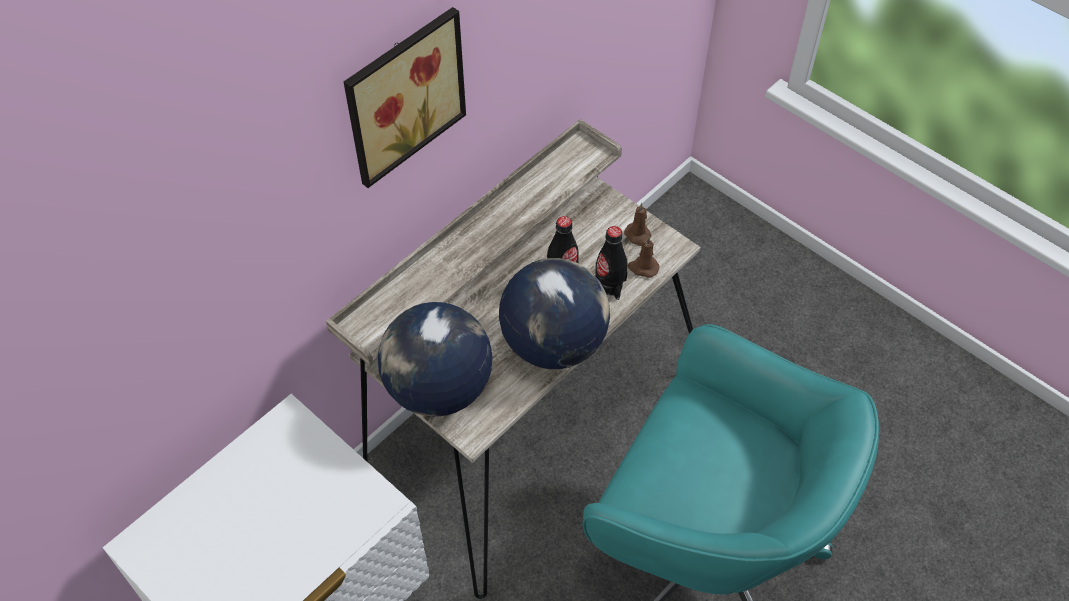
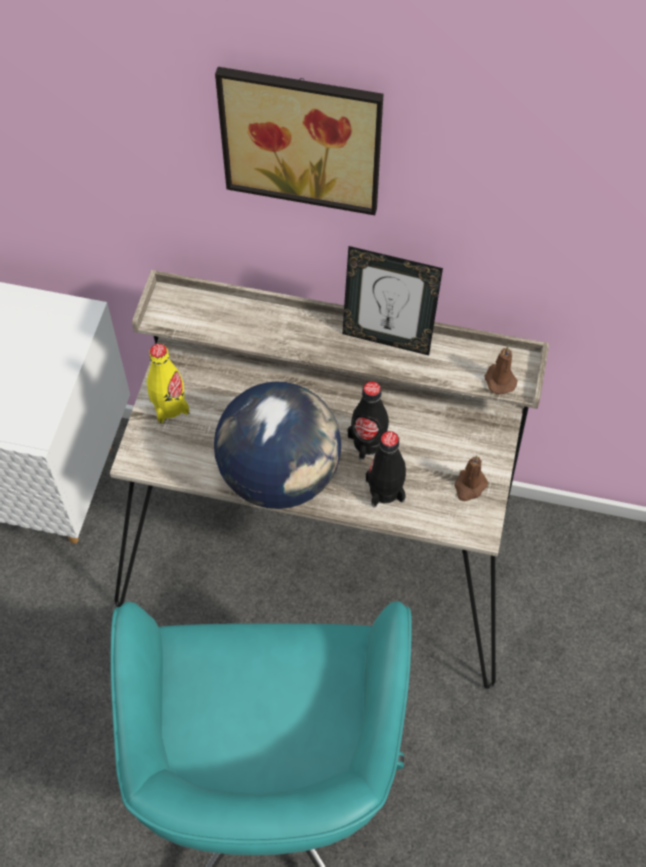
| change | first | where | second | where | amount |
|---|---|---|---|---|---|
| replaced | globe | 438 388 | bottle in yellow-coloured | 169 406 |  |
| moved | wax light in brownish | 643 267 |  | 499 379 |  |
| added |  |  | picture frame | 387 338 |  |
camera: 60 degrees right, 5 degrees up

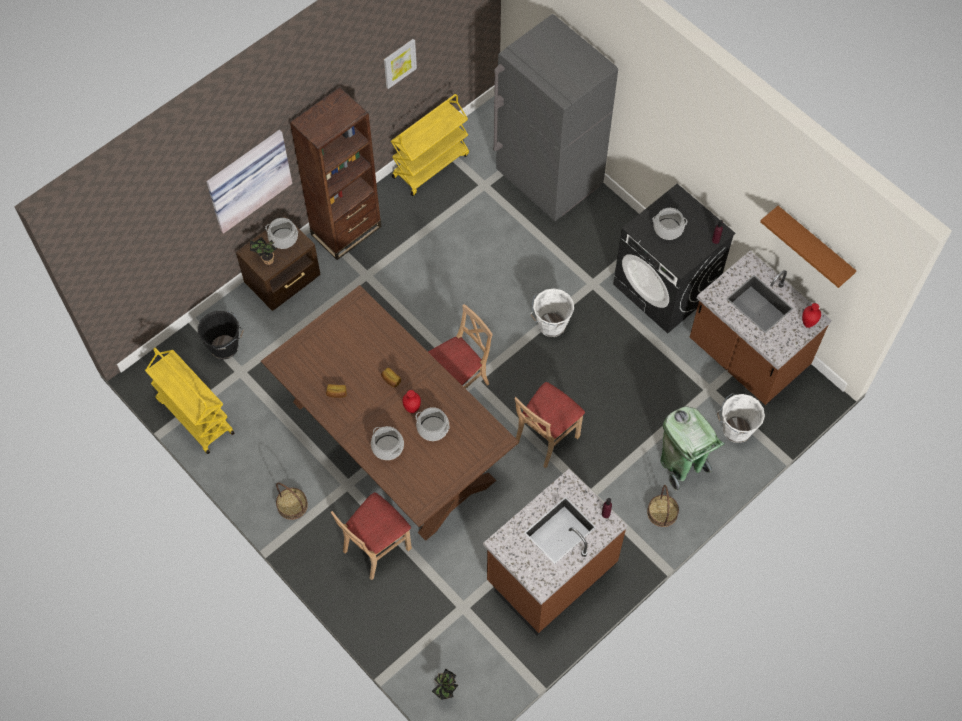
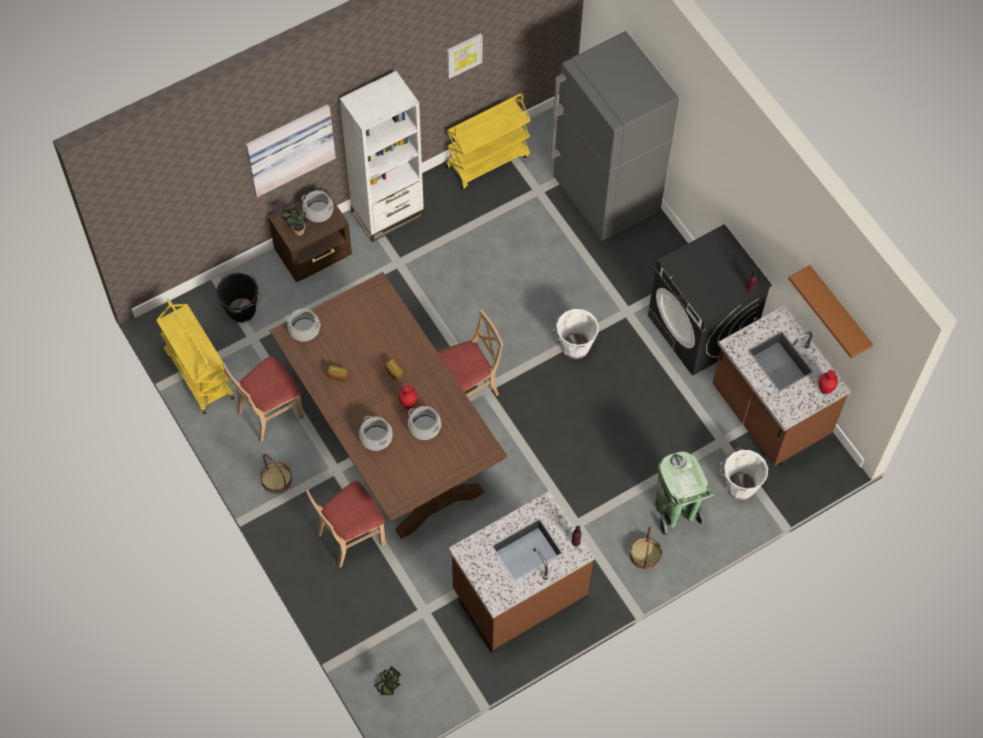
| change | first | where | second | where | amount |
|---|---|---|---|---|---|
| recoloured | bookshelf in brownish | 346 230 | bookshelf in white | 387 213 |  |
| moved | plain chair in beige-coloured | 546 438 |  | 269 413 |  |
| moved | stockpot | 668 229 |  | 304 329 |  |
camera: 10 degrees right, 0 degrees up

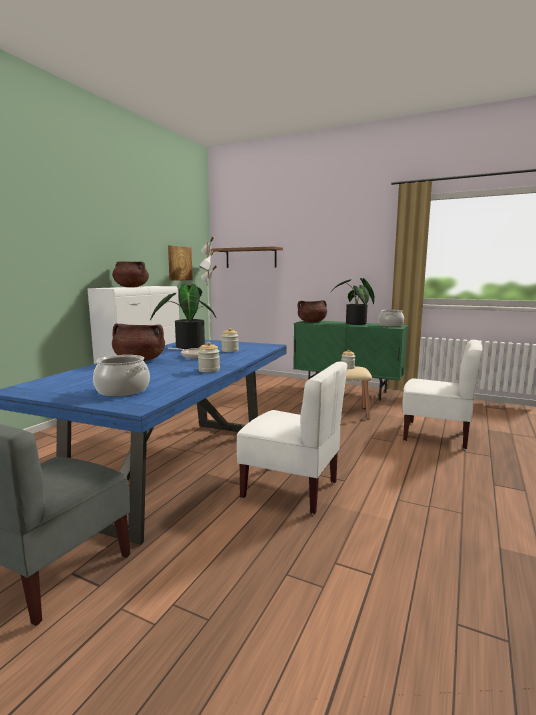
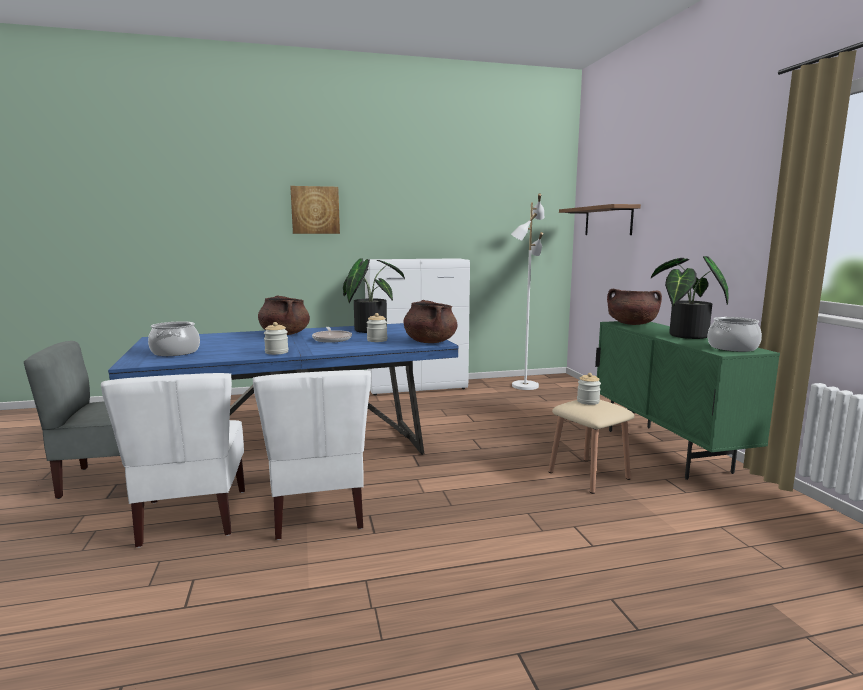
| change | first | where | second | where | amount |
|---|---|---|---|---|---|
| moved | stockpot in brownish | 131 287 |  | 430 342 |  |
| moved | wall picture | 179 263 |  | 315 210 |  |
| moved | plain chair in white | 436 435 |  | 192 517 |  |
camera: 50 degrees right, 0 degrees up

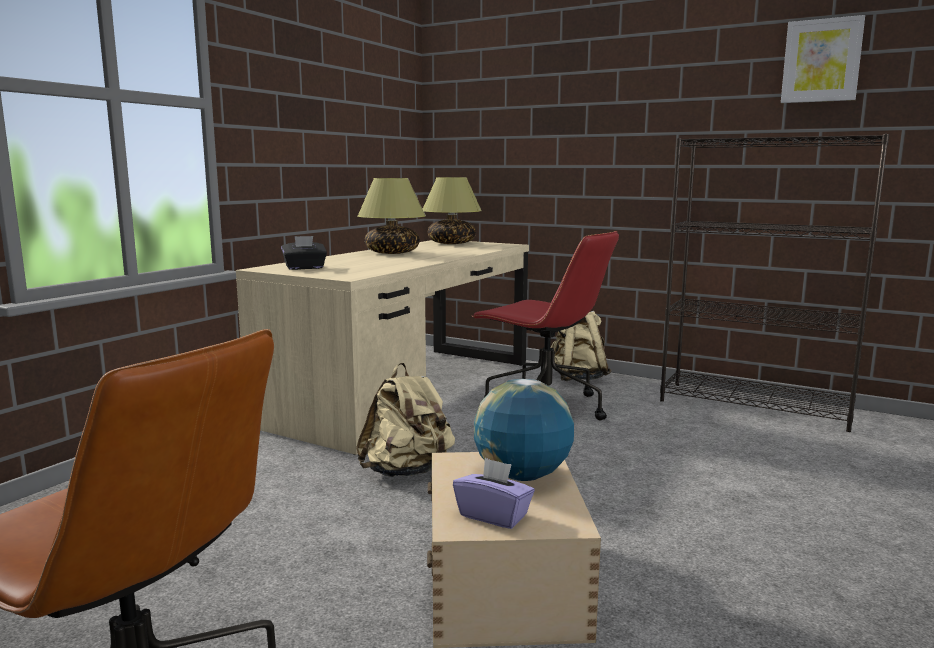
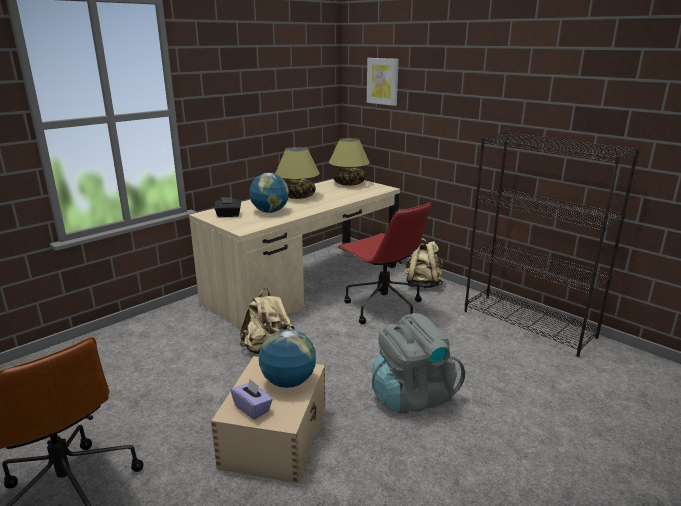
| change | first | where | second | where | amount |
|---|---|---|---|---|---|
| moved | wall picture | 821 61 |  | 383 81 |  |
| added |  |  | globe | 270 211 |  |
| added |  |  | knapsack in grey | 412 396 |  |
camera: 15 degrees right, 10 degrees up

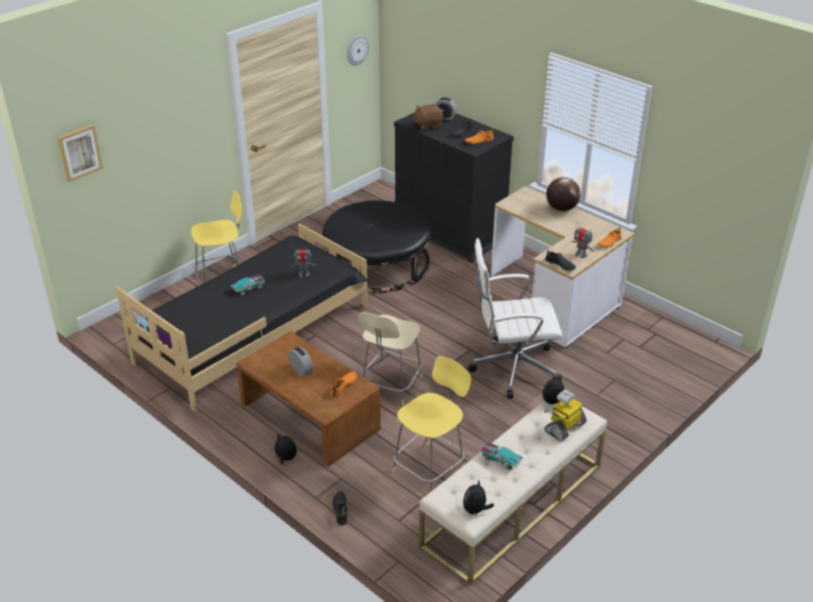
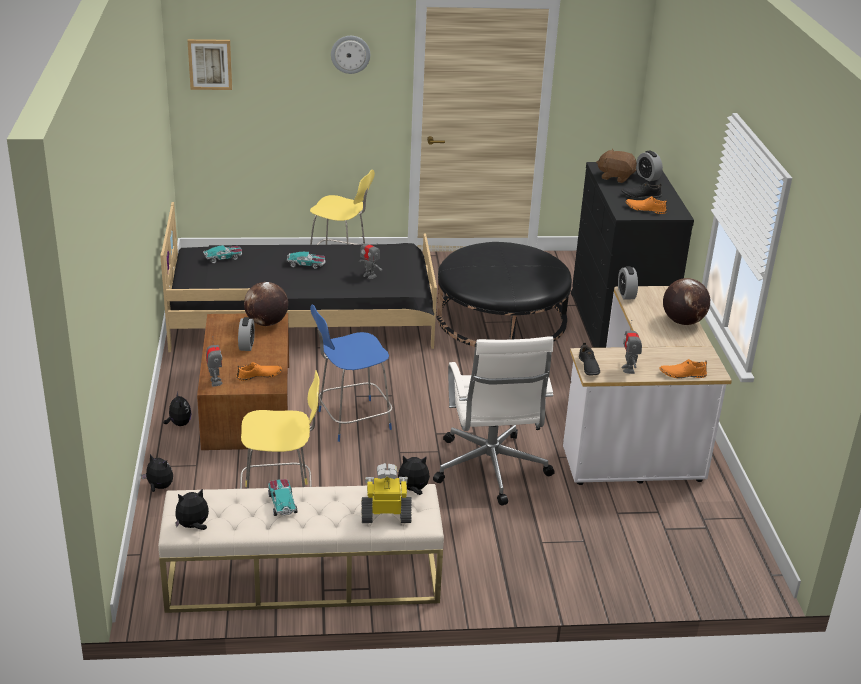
| change | first | where | second | where | amount |
|---|---|---|---|---|---|
| replaced | item of footwear in blackish | 341 510 | cuddly toy | 159 487 |  |
| moved | clock on the wall | 357 49 |  | 350 54 |  |
| recoloured | sitting stool in beige-coloured | 390 386 | sitting stool in blue | 351 420 |  |
| turned | computer chair in white | 512 368 |  | 490 470 | 135 degrees counterclockwise |
| added |  |  | toy car | 223 258 |  |
| added |  |  | robot figure | 215 382 |  |
| added |  |  | globe | 266 323 |  |
| added |  |  | bedside clock | 626 294 |  |
camera: 40 degrees right, 5 degrees down

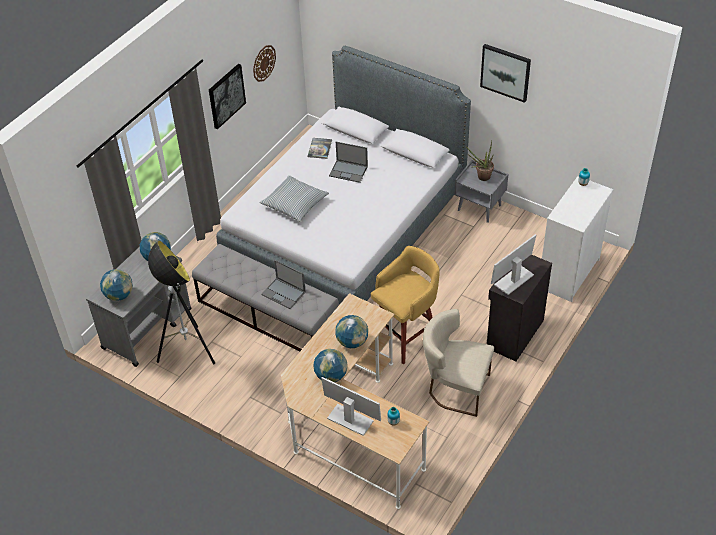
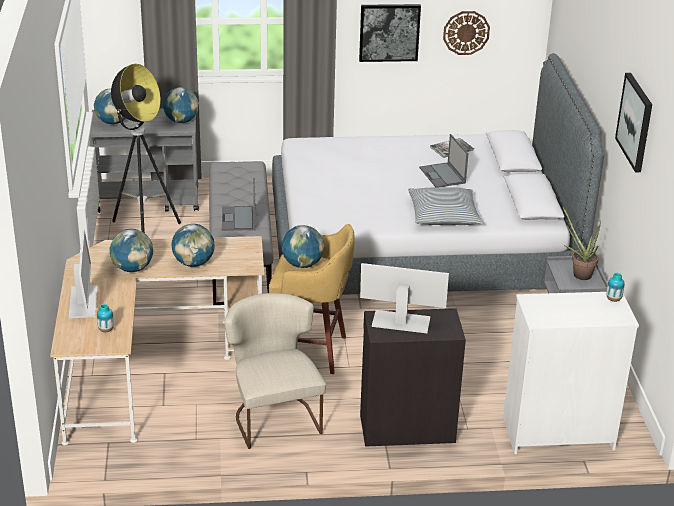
| change | first | where | second | where | amount |
|---|---|---|---|---|---|
| moved | pillow | 294 203 |  | 443 215 |  |
| added |  |  | globe | 302 264 |  |
camera: 50 degrees right, 15 degrees down

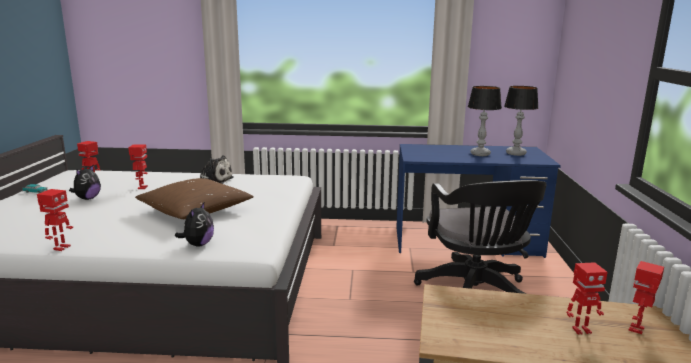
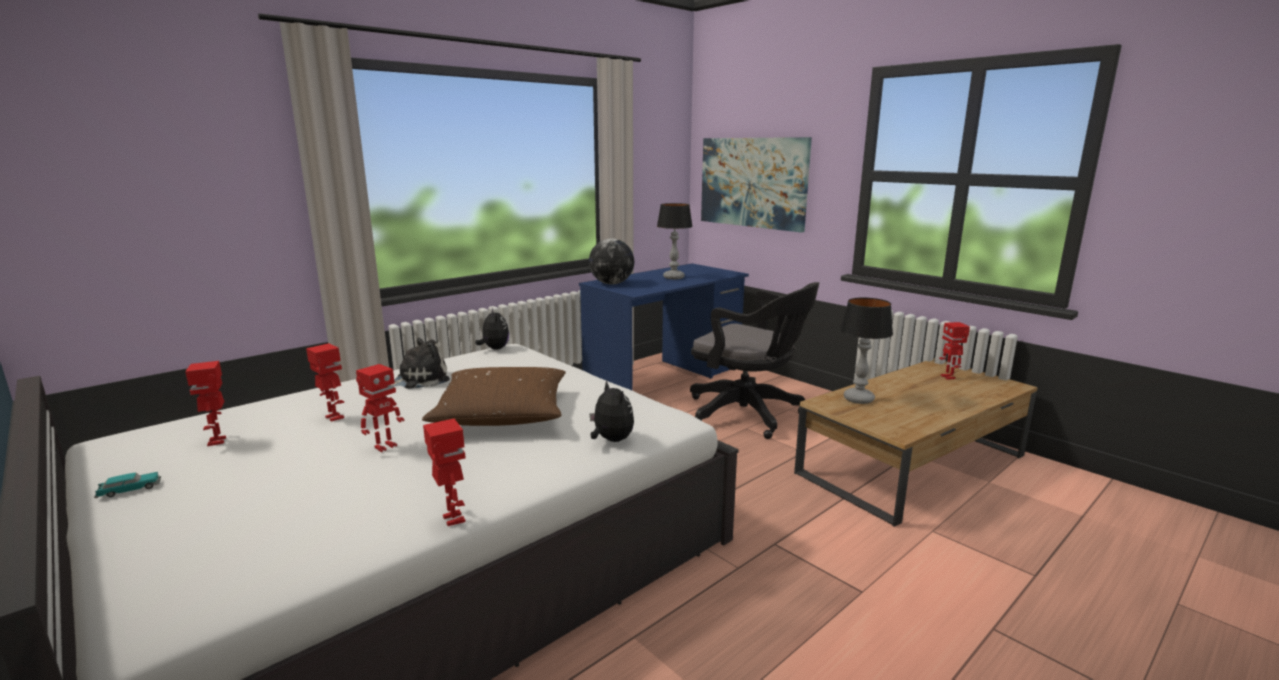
| change | first | where | second | where | amount |
|---|---|---|---|---|---|
| moved | cuddly toy | 87 198 |  | 494 349 |  |
| moved | table lamp | 516 153 |  | 859 399 |  |
| moved | robot figure | 581 330 |  | 384 446 |  |
| added |  |  | globe | 611 284 |  |
| added |  |  | wall picture | 753 182 |  |
camera: 45 degrees left, 0 degrees up

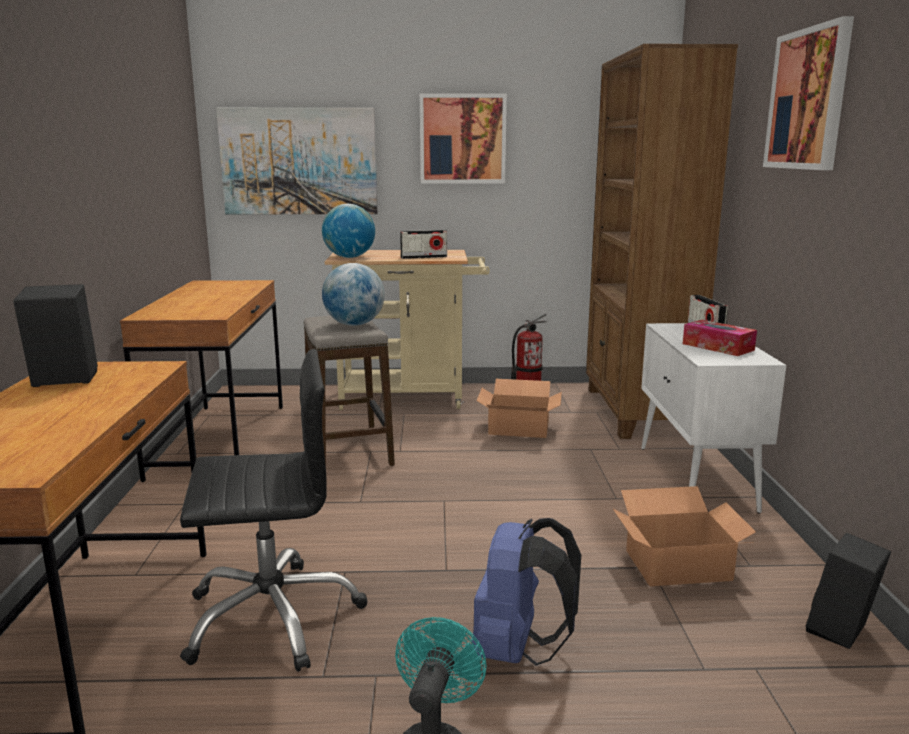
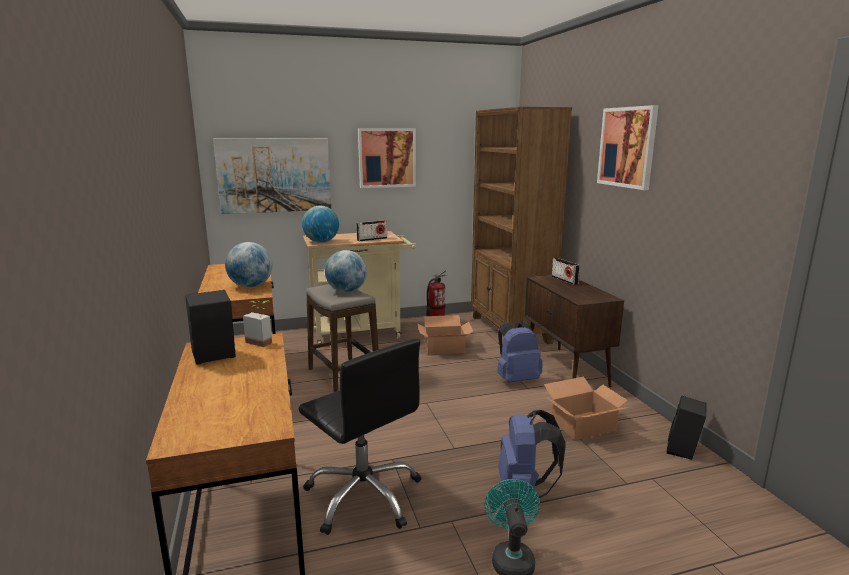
| change | first | where | second | where | amount |
|---|---|---|---|---|---|
| turned | computer chair in blackish | 272 616 |  | 364 496 | 75 degrees clockwise |
| recoloured | cupboard in white | 696 478 | cupboard in brownish | 566 369 |  |
| removed | box of tissues | 718 347 |  |  |  |
| added |  |  | globe | 251 286 |  |
| added |  |  | houseplant | 262 341 |  |
| added |  |  | knapsack in blue | 516 379 |  |
camera: 15 degrees left, 0 degrees up

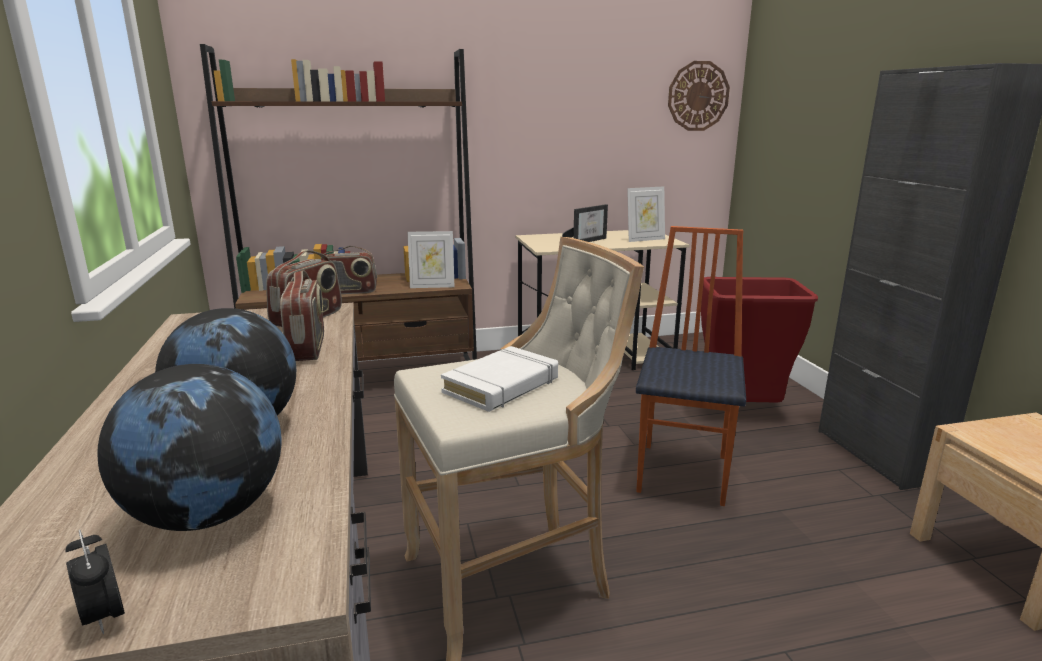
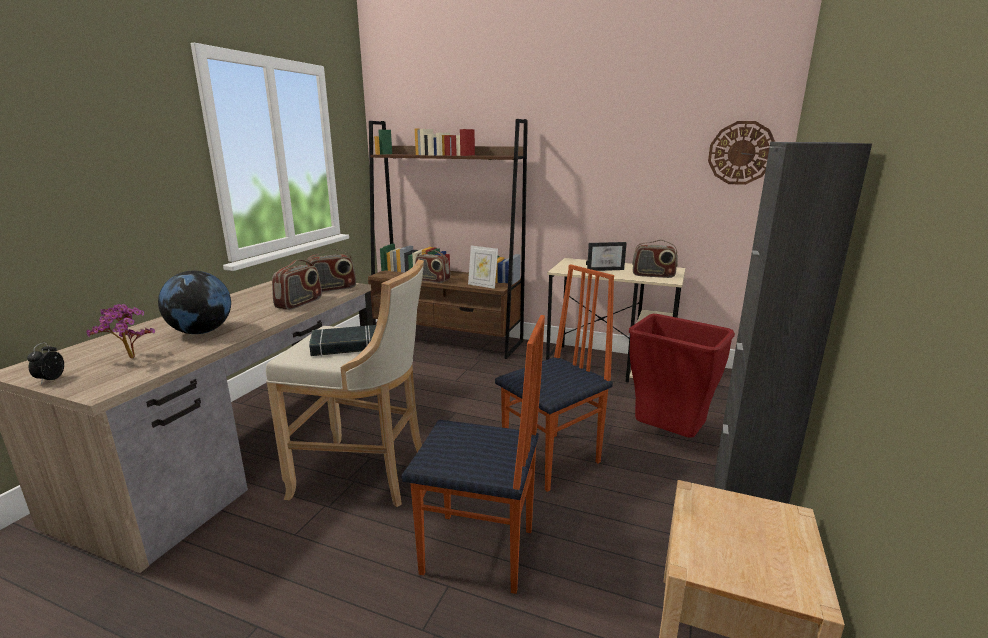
| change | first | where | second | where | amount |
|---|---|---|---|---|---|
| replaced | globe | 208 514 | houseplant | 130 359 |  |
| recoloured | bound book in white | 502 386 | bound book in blackish | 345 346 |  |
| replaced | picture frame | 644 239 | radio receiver | 653 275 |  |
| added |  |  | plain chair | 478 553 |  |
camera: 35 degrees right, 0 degrees up

